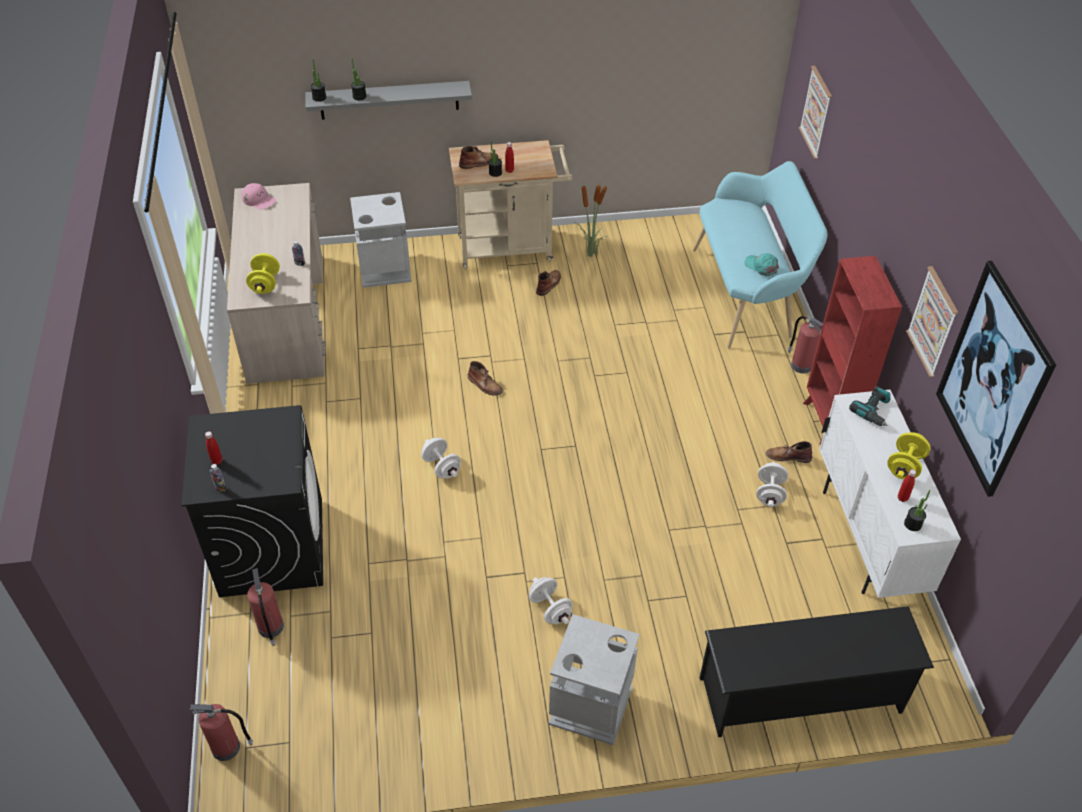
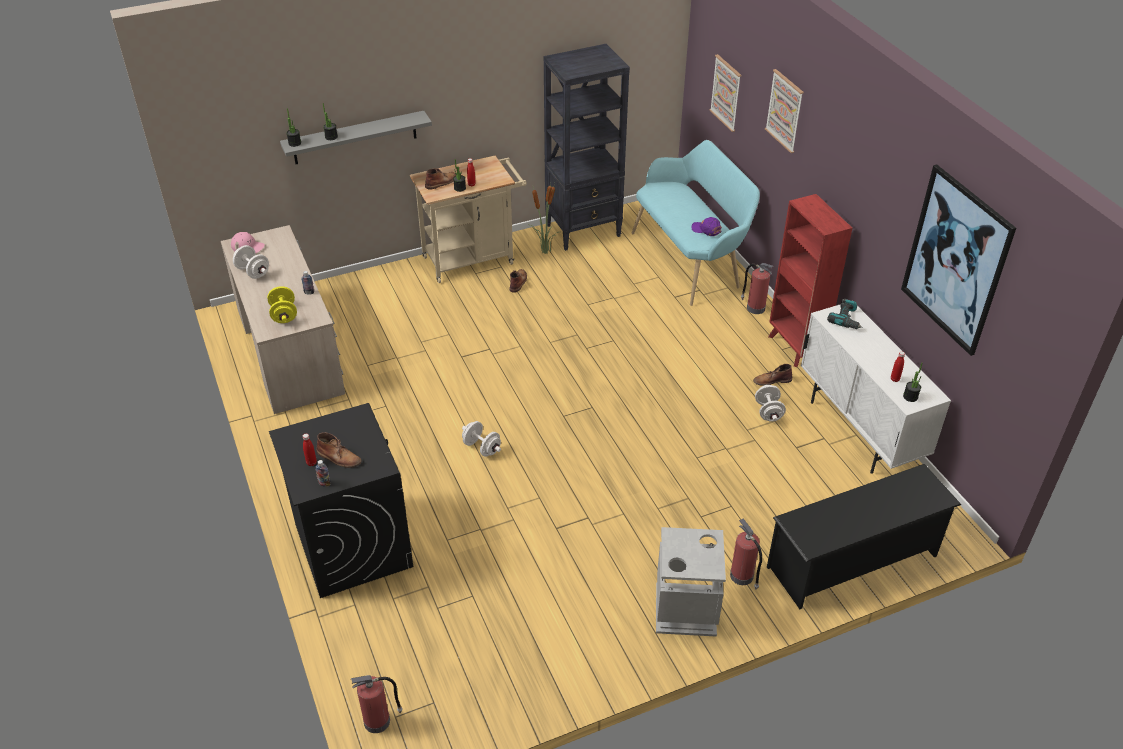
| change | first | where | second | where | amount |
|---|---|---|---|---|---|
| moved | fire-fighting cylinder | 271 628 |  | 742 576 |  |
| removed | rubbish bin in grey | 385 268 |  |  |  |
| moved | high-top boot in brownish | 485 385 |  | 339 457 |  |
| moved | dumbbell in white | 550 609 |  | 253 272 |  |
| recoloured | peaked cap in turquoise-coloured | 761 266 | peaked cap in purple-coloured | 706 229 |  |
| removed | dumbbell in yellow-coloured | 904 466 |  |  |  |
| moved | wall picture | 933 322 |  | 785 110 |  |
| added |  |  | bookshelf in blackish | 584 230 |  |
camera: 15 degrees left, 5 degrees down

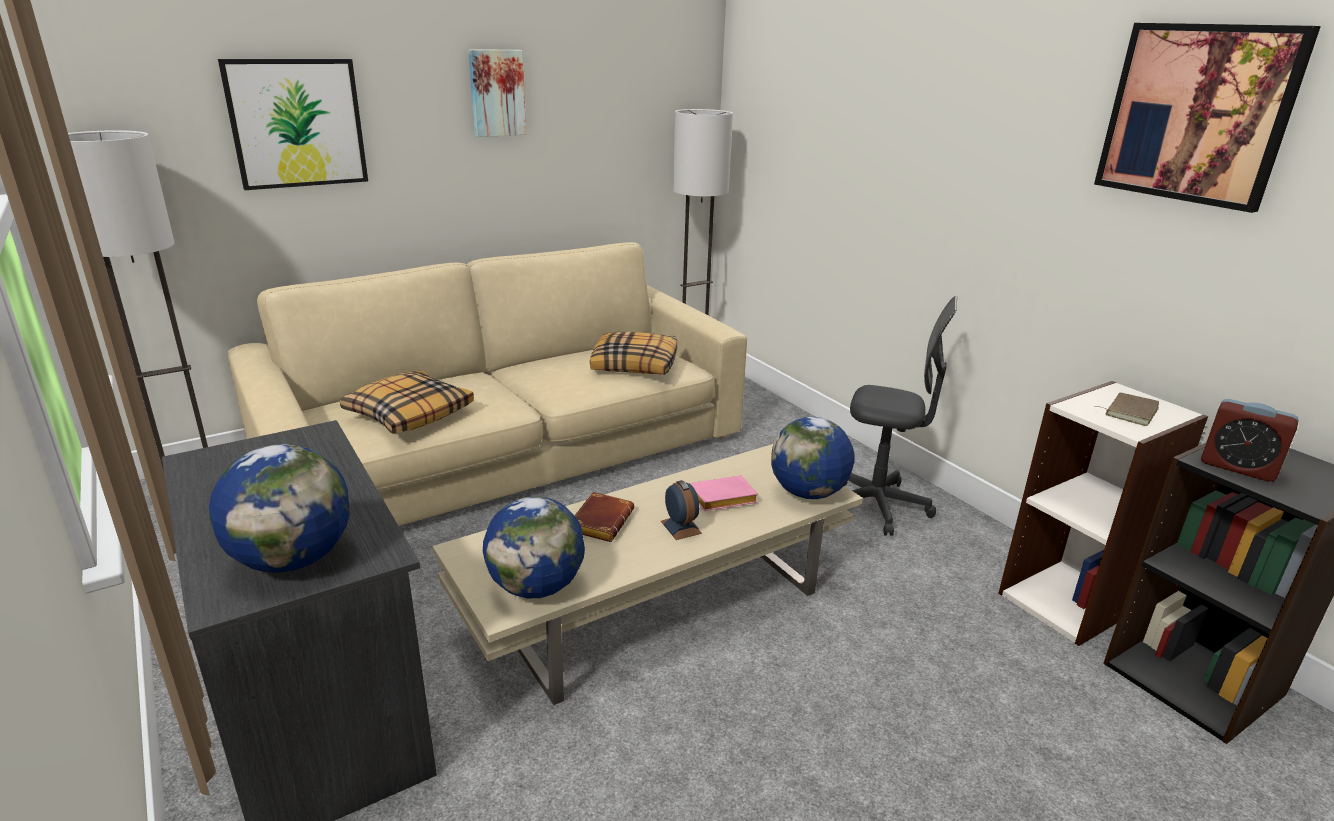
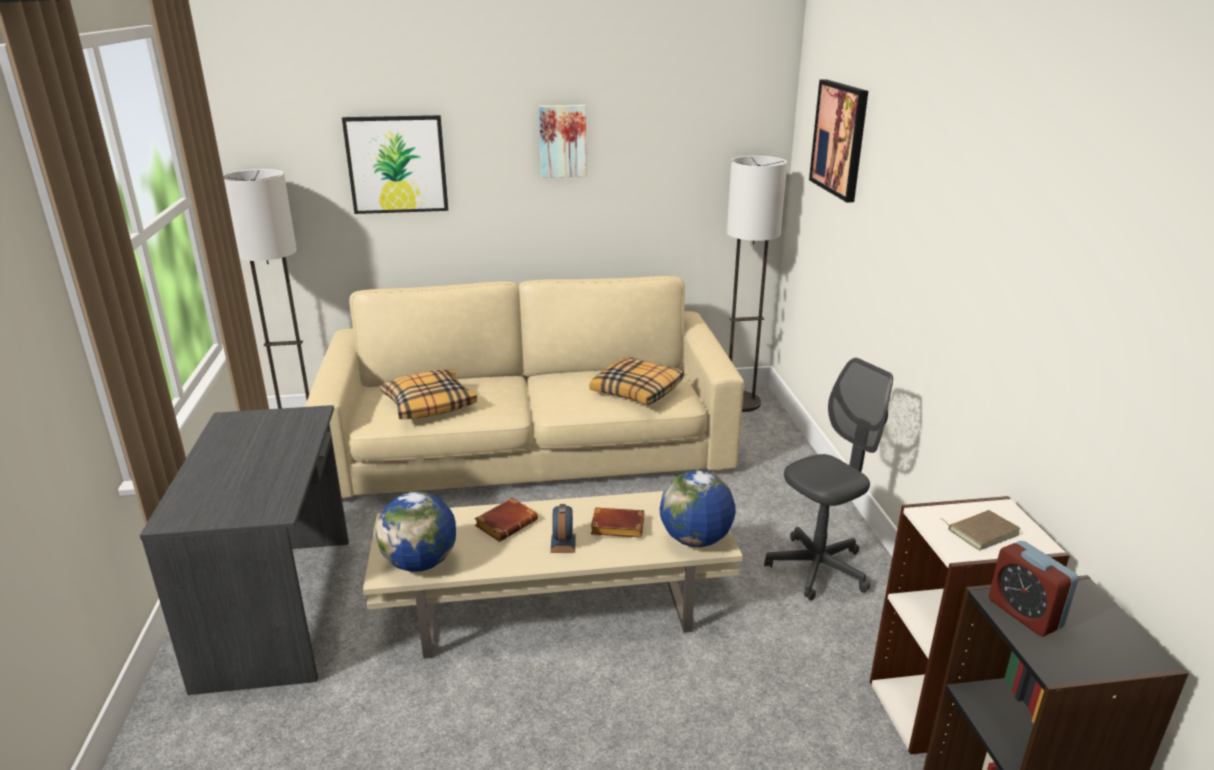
| change | first | where | second | where | amount |
|---|---|---|---|---|---|
| removed | globe | 293 559 |  |  |  |
| recoloured | bound book in pinkish | 721 499 | bound book in brownish | 616 528 |  |
| turned | computer chair in grey | 877 506 |  | 817 568 | 75 degrees counterclockwise |
| moved | wall picture | 1197 114 |  | 840 139 |  |
camera: 25 degrees right, 0 degrees up

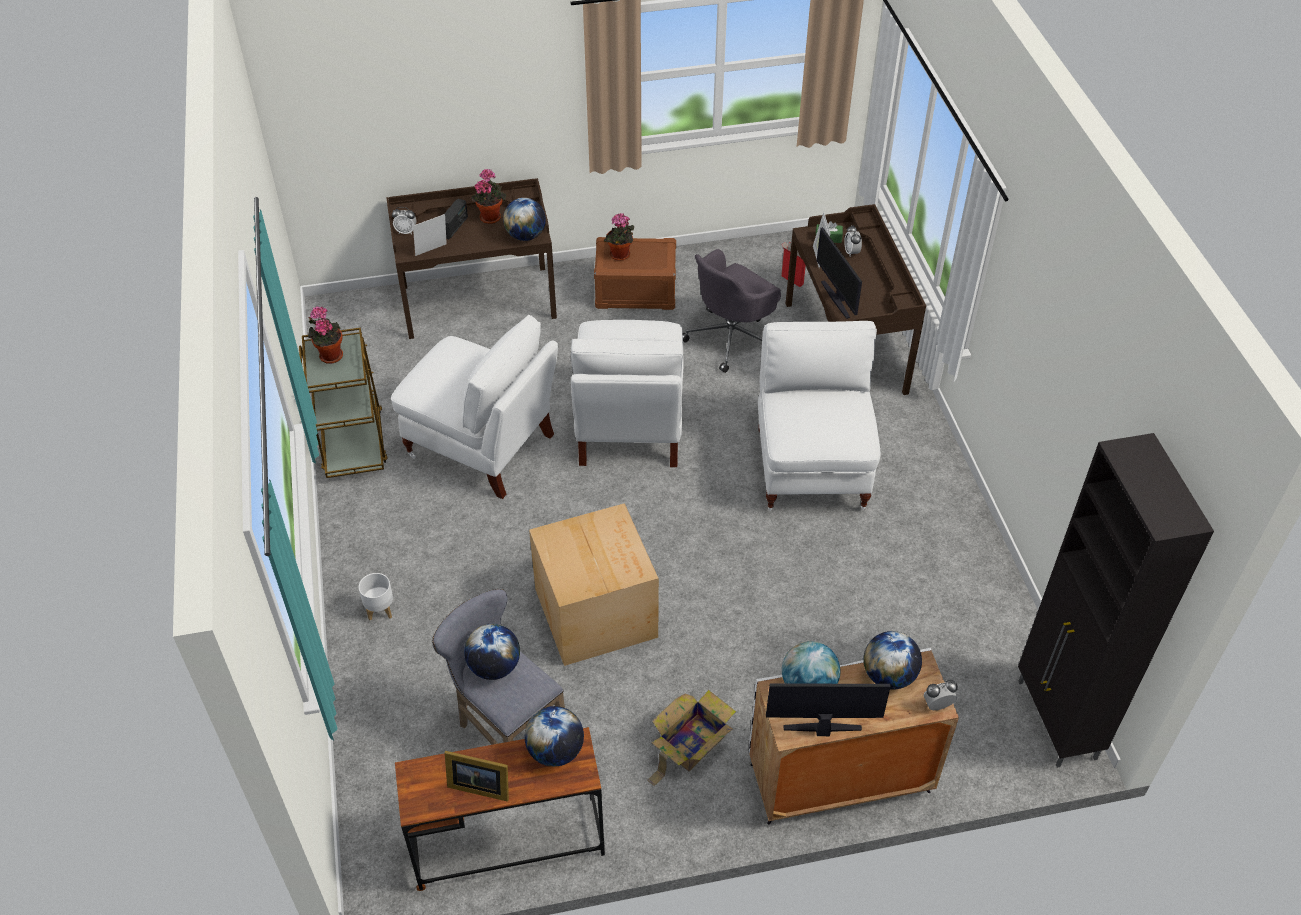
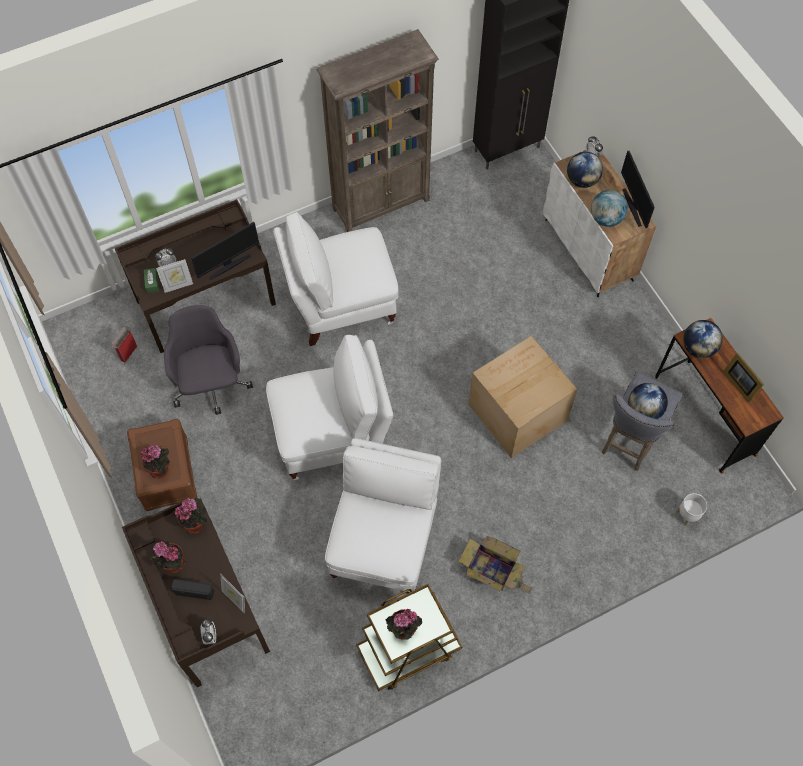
| change | first | where | second | where | amount |
|---|---|---|---|---|---|
| moved | flower pot in white | 379 610 |  | 687 516 |  |
| turned | picture frame | 478 785 |  | 739 383 | 150 degrees clockwise |
| replaced | globe | 525 236 | houseplant | 195 523 |  |
| moved | cardboard box | 690 744 |  | 492 571 |  |
| turned | computer chair in grey | 732 338 |  | 211 384 | 135 degrees counterclockwise |
| added |  |  | bookshelf in brownish | 381 204 |  |
camera: 105 degrees left, 15 degrees up

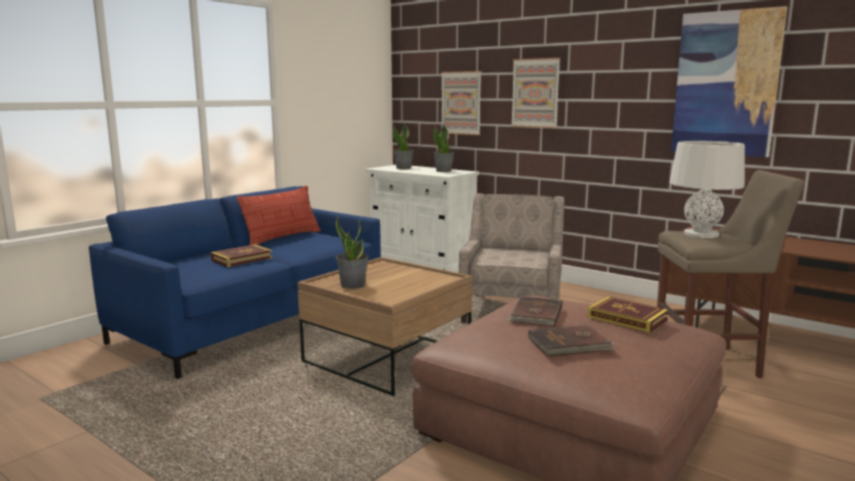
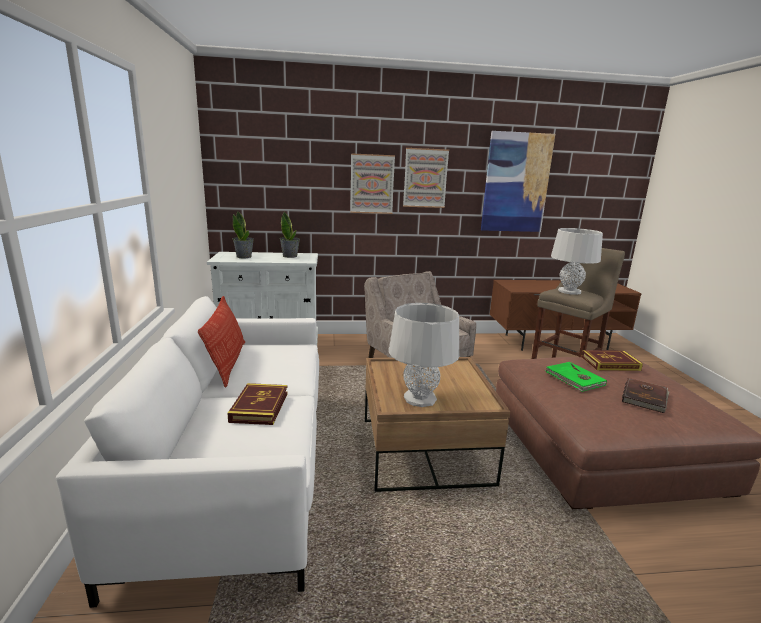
| change | first | where | second | where | amount |
|---|---|---|---|---|---|
| recoloured | sofa in blue | 254 321 | sofa in white | 239 469 |  |
| replaced | houseplant | 352 285 | table lamp in grey | 420 398 |  |
| moved | wall picture | 461 103 |  | 425 178 |  |
| recoloured | bound book in brownish | 535 314 | bound book in greenish | 574 379 |  |
camera: 45 degrees left, 5 degrees up

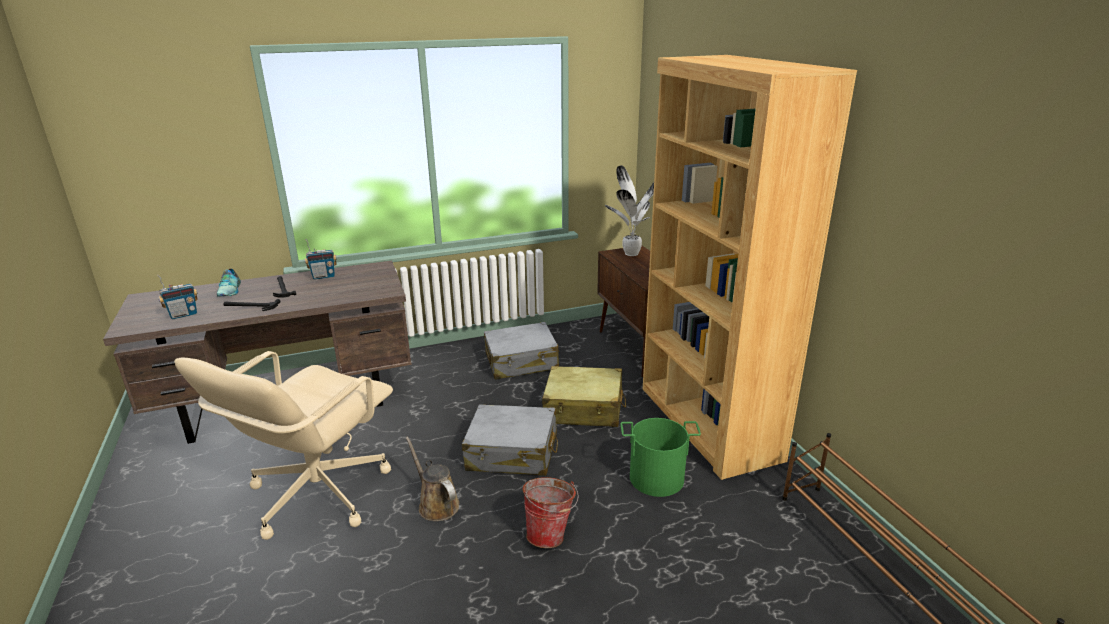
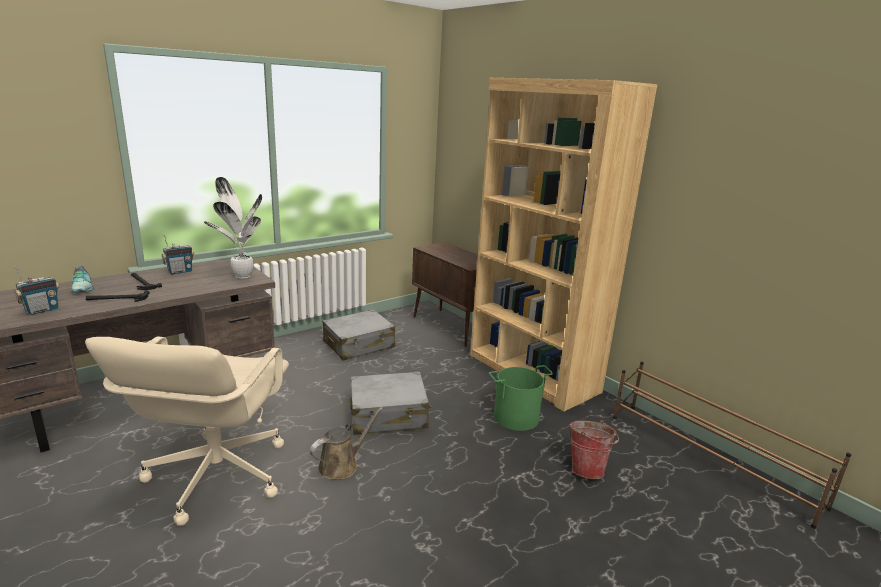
| change | first | where | second | where | amount |
|---|---|---|---|---|---|
| turned | watering can in brownish | 436 504 |  | 341 465 | 105 degrees clockwise |
| moved | bucket | 550 534 |  | 587 469 |  |
| removed | travel case in beige-coloured | 584 409 |  |  |  |
| moved | houseplant | 630 253 |  | 242 275 |  |
camera: 20 degrees left, 5 degrees down

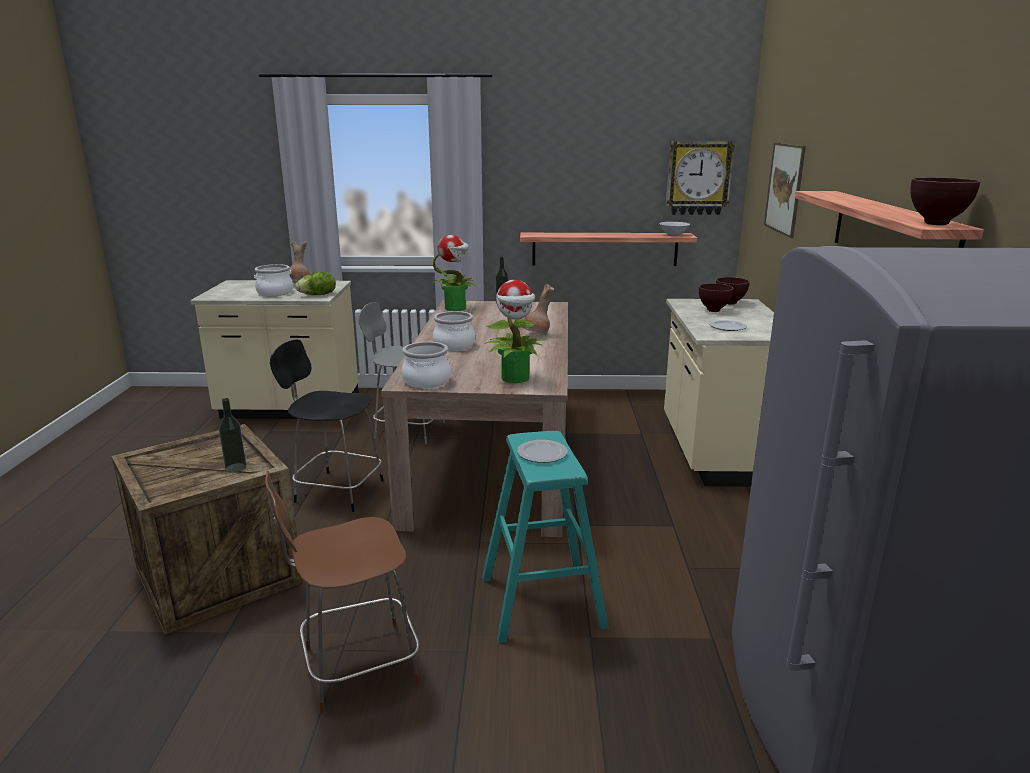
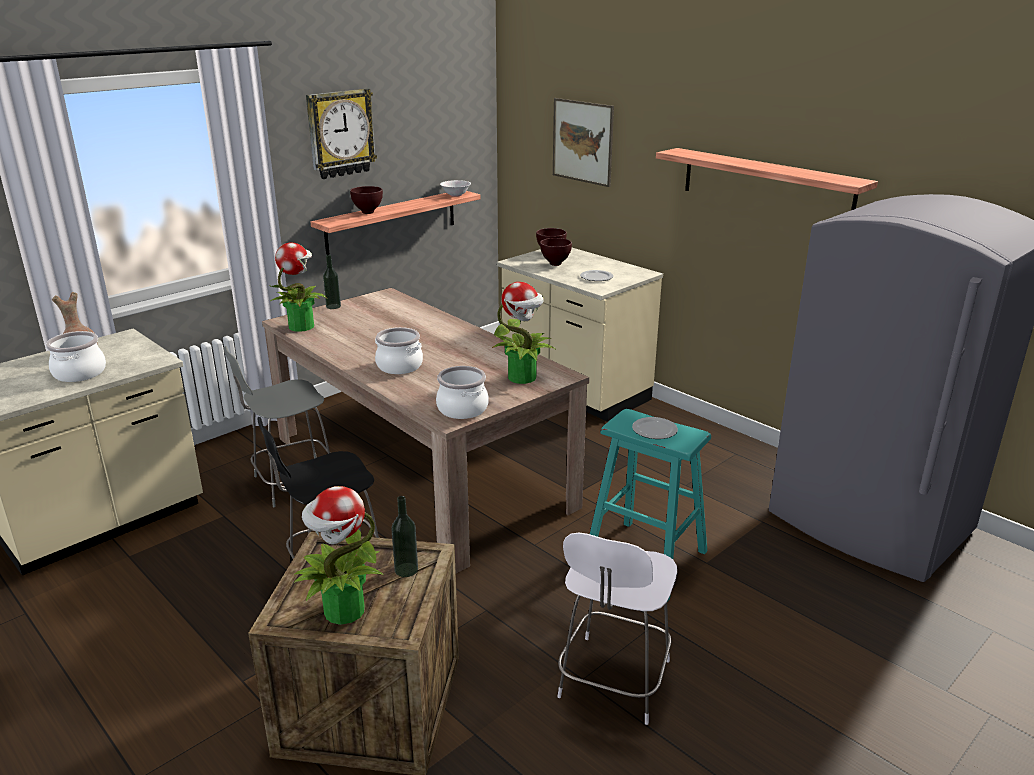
| change | first | where | second | where | amount |
|---|---|---|---|---|---|
| recoloured | plain chair in brownish | 356 667 | plain chair in white | 613 682 |  |
| removed | lettuce head | 318 295 |  |  |  |
| removed | decorative vase in brownish | 537 335 |  |  |  |
| moved | clock on the wall | 698 178 |  | 340 133 |  |
| moved | deep dish in brownish | 934 224 |  | 367 213 |  |
| added |  |  | houseplant | 343 611 |  |
camera: 45 degrees left, 5 degrees up

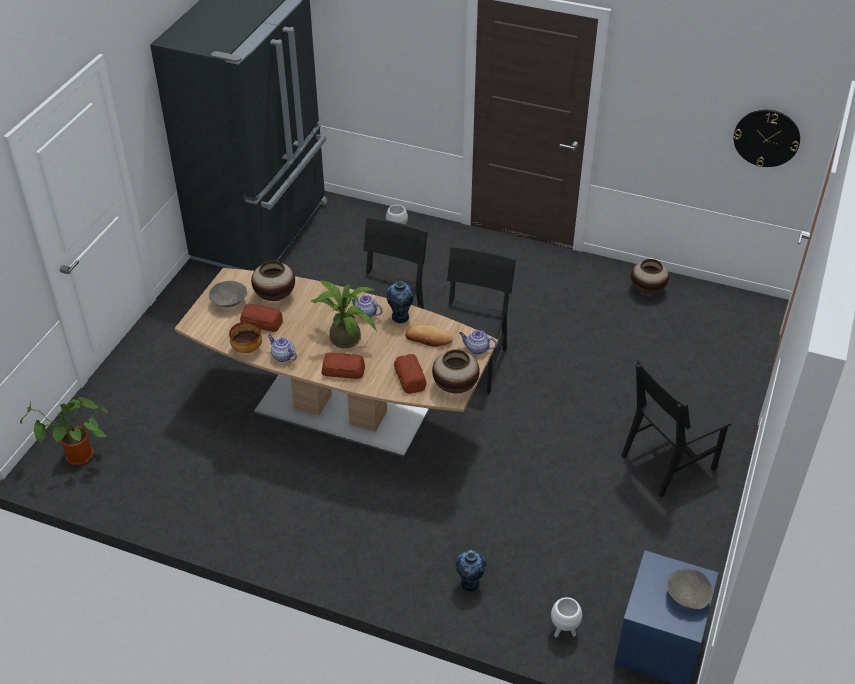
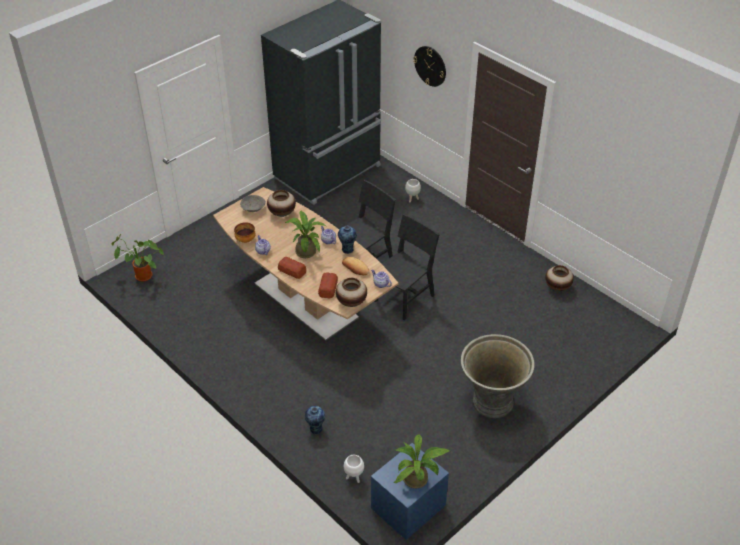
| change | first | where | second | where | amount |
|---|---|---|---|---|---|
| removed | bread | 261 322 |  |  |  |
| replaced | plain chair in blackish | 668 462 | flower pot in grey | 491 402 |  |
| replaced | deep dish in grey | 687 597 | houseplant | 418 479 |  |
| moved | clock on the wall | 766 137 |  | 430 66 |  |
camera: 25 degrees right, 0 degrees up

